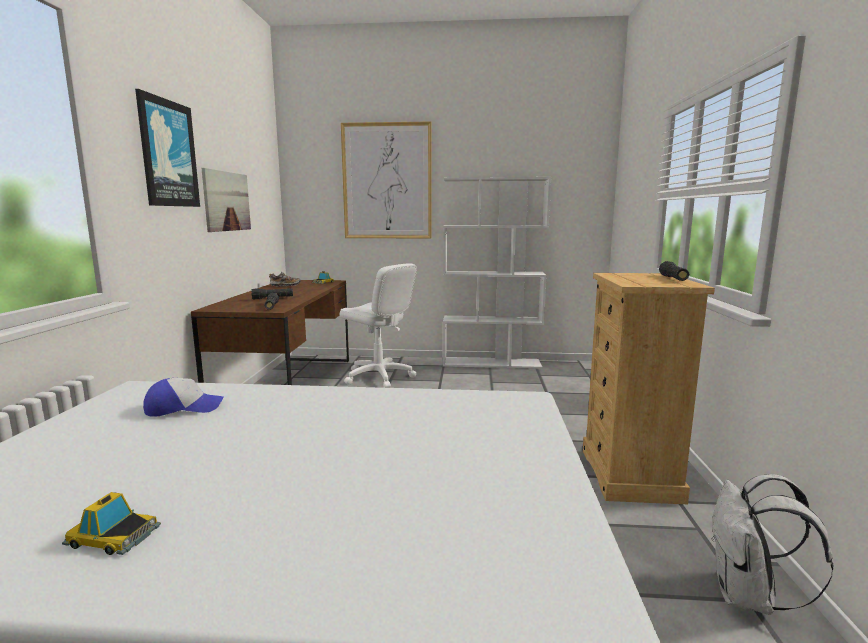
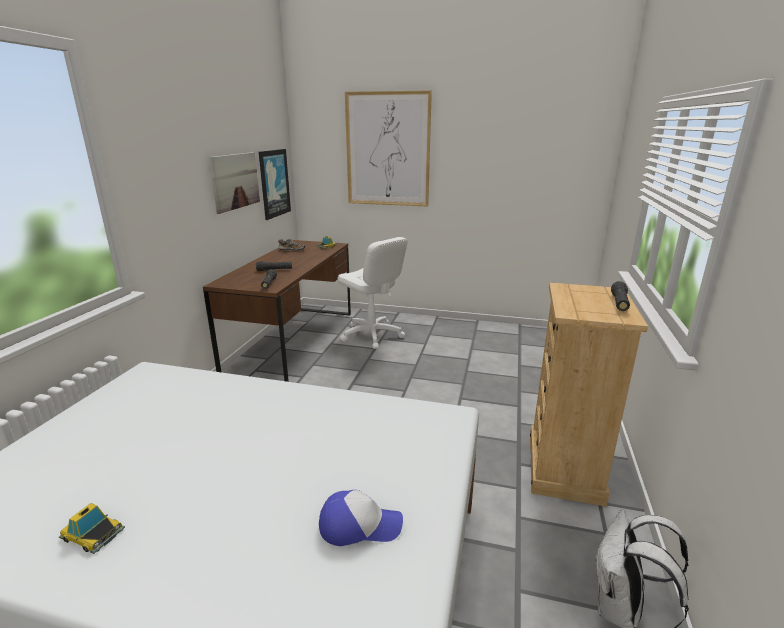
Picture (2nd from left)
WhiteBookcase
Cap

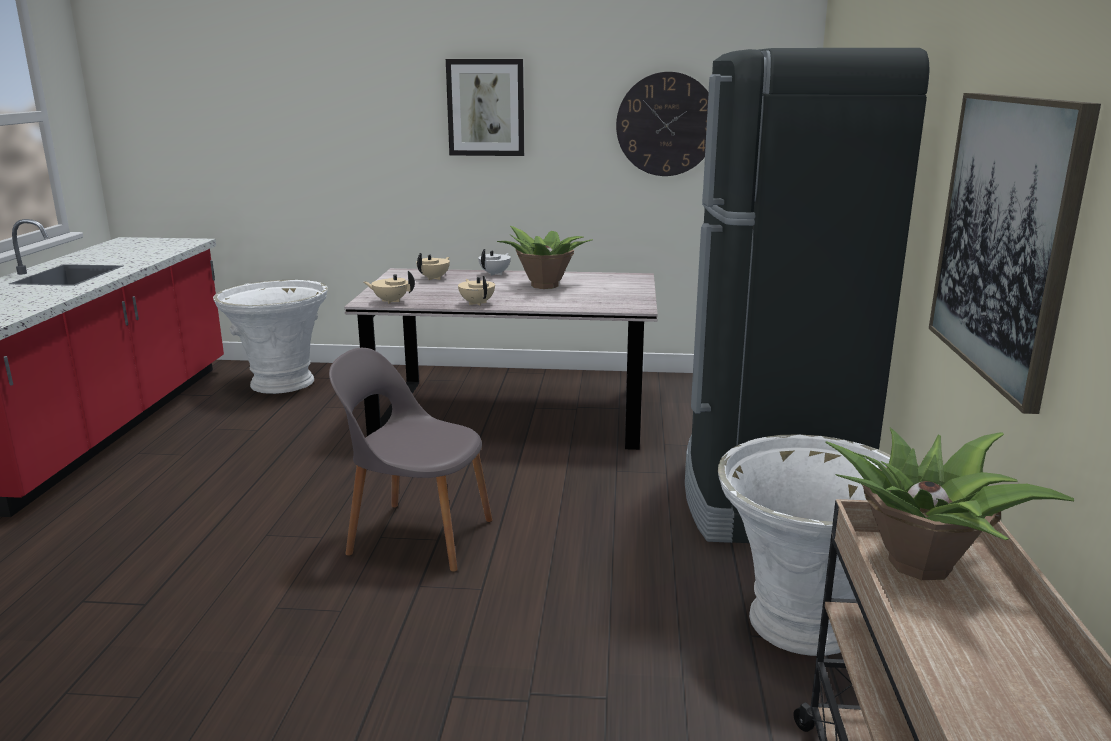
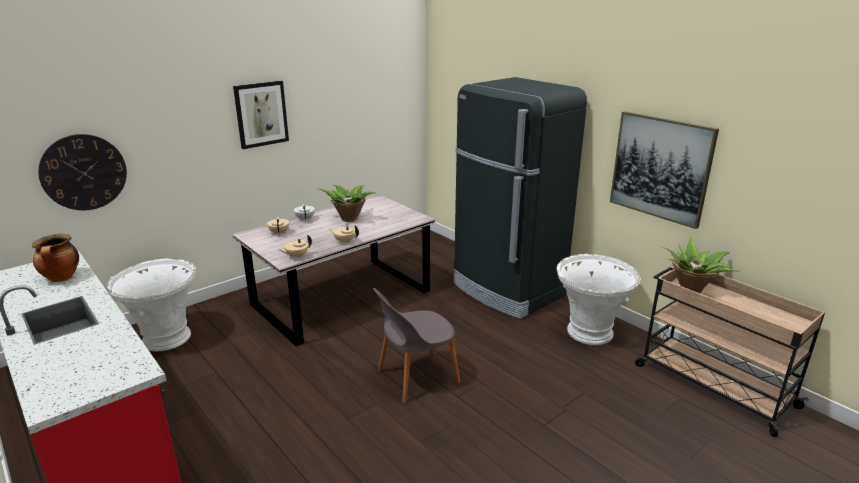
WallClock
CookingPot

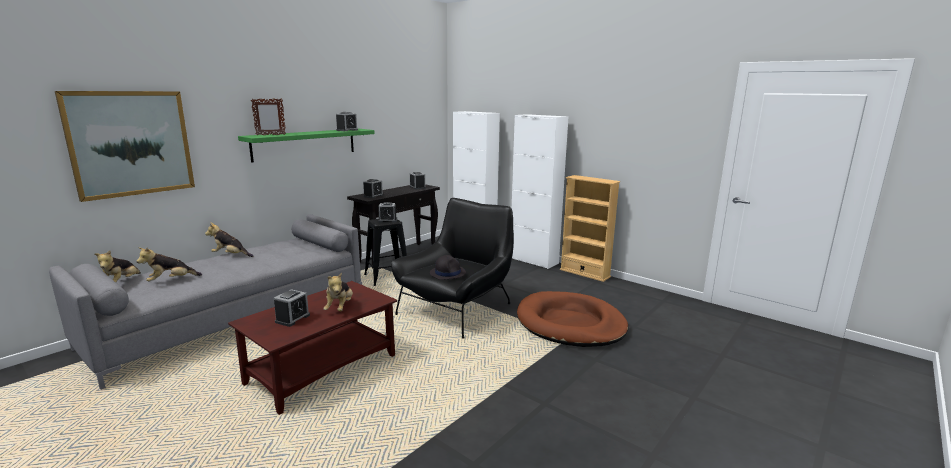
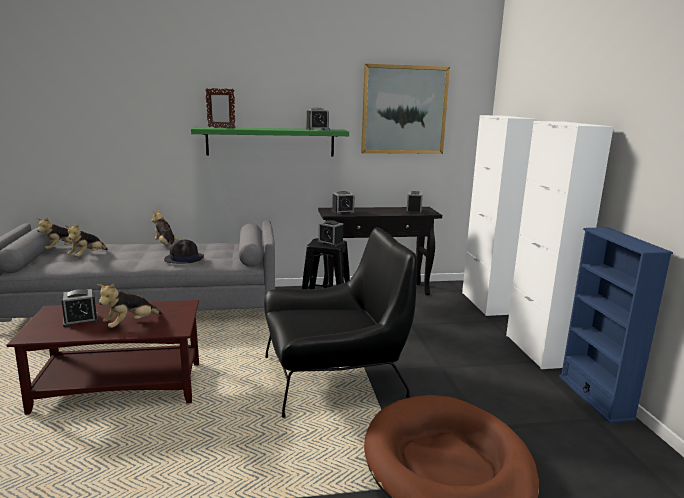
Picture
BlueBookcase
PlushToy (2nd from left)
BlackHat

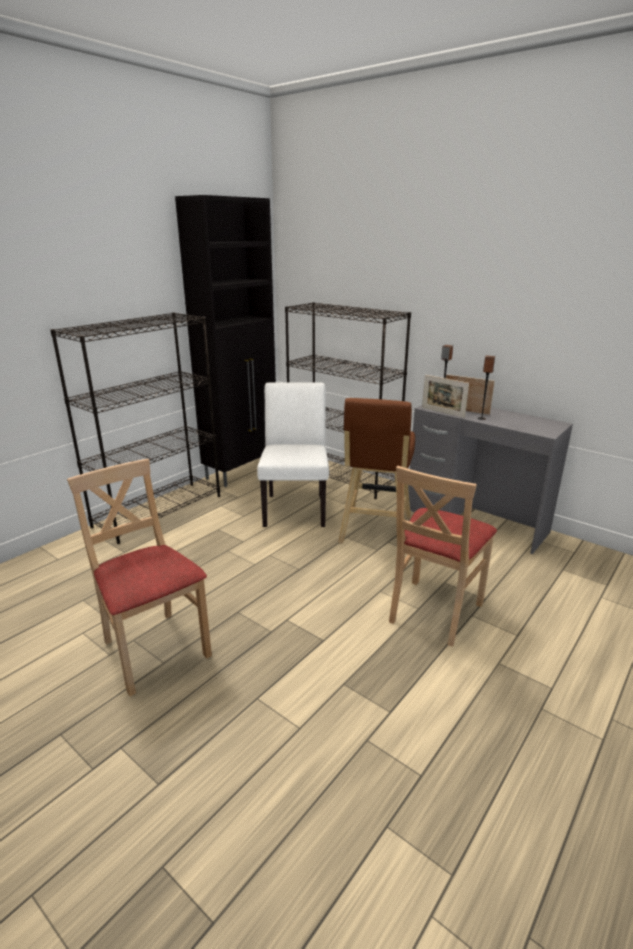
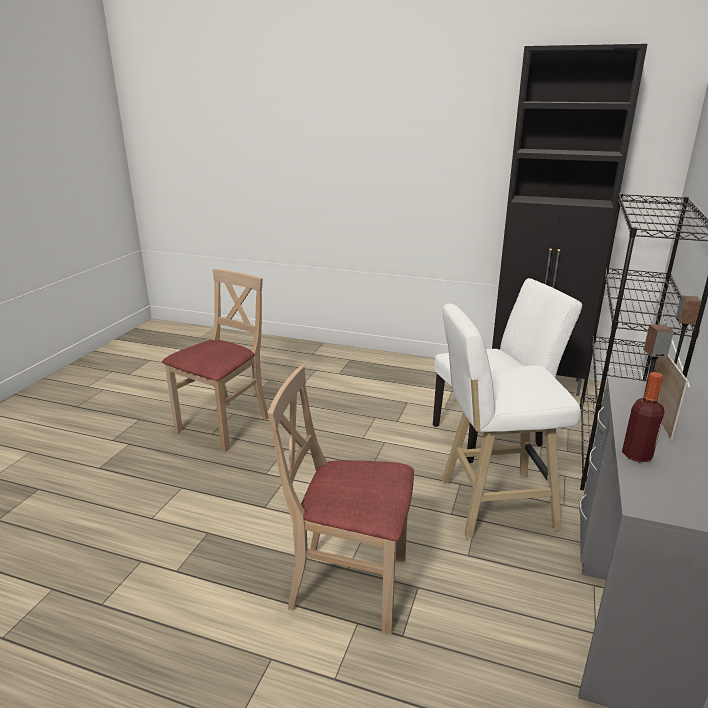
BlackBookcase (1st from left in the first image)
PictureFrame (1st from left in the first image)
WhiteStool
Bottle

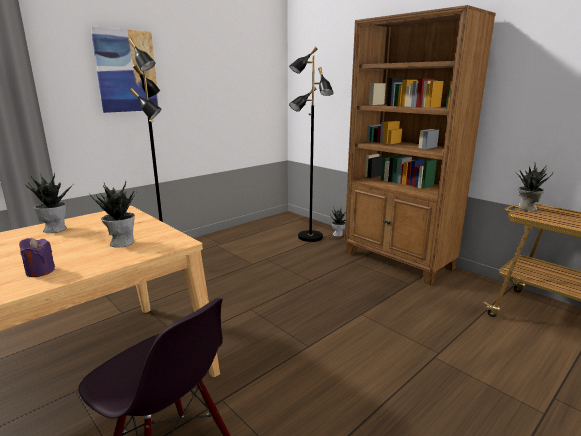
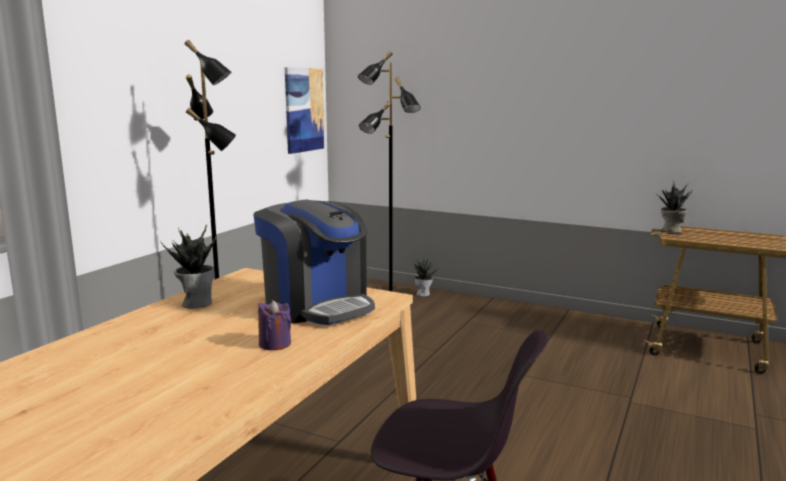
BrownBookcase
Picture
CoffeeMachine

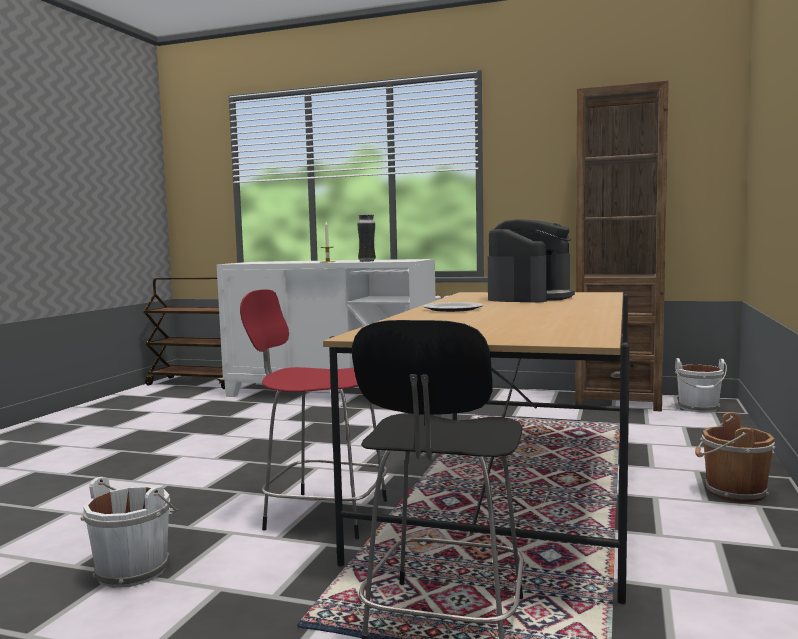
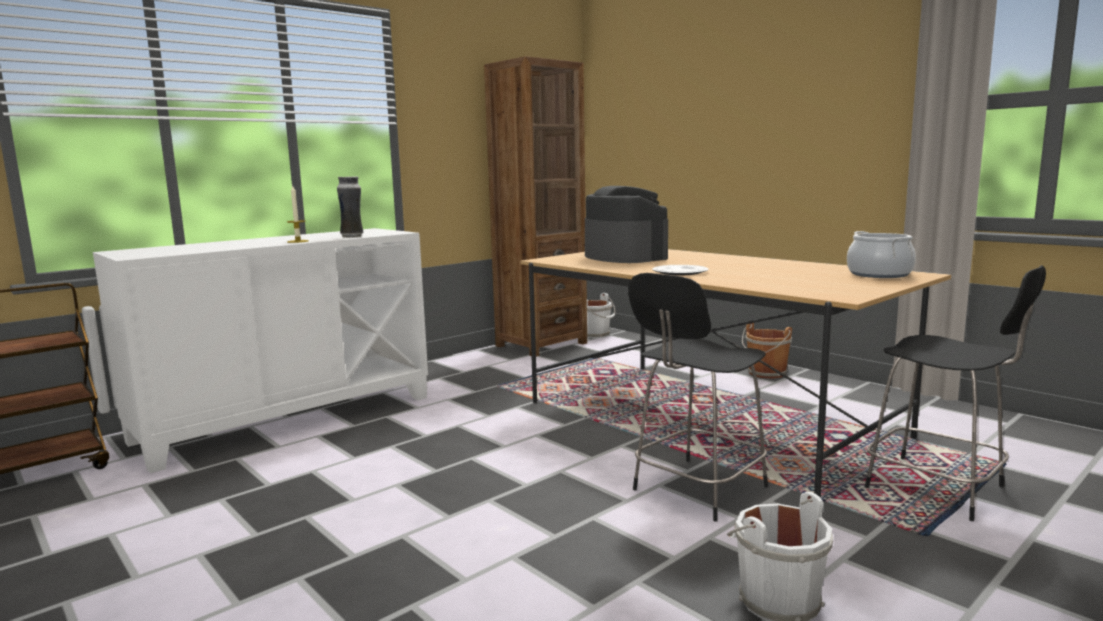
BlackStool (1st from left)
CookingPot

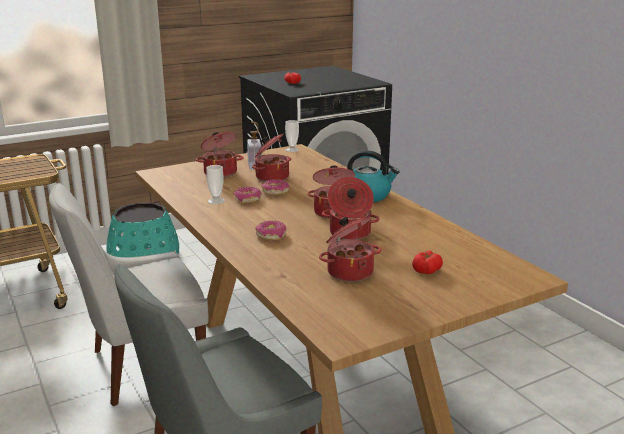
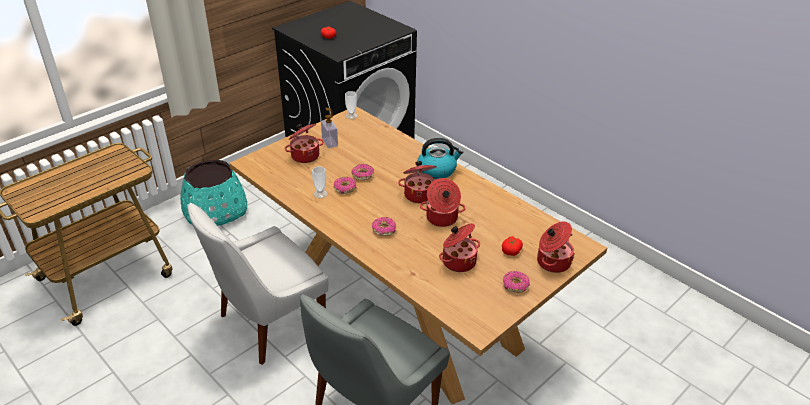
CookingPot (5th from left)
Donut (4th from left)

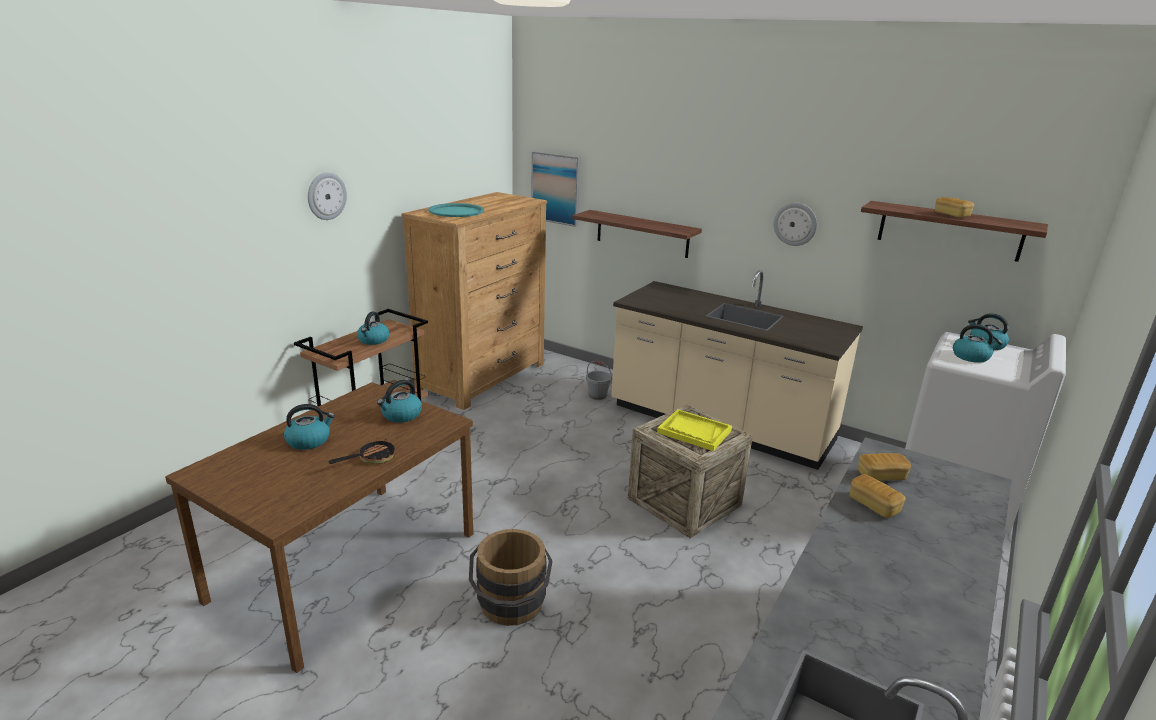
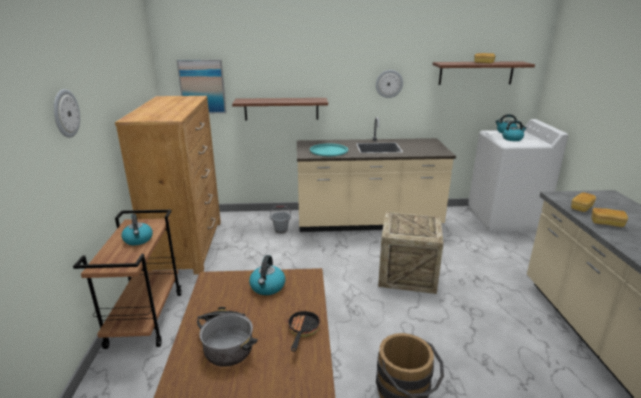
TurquoiseTray
CookingPot
YellowTray

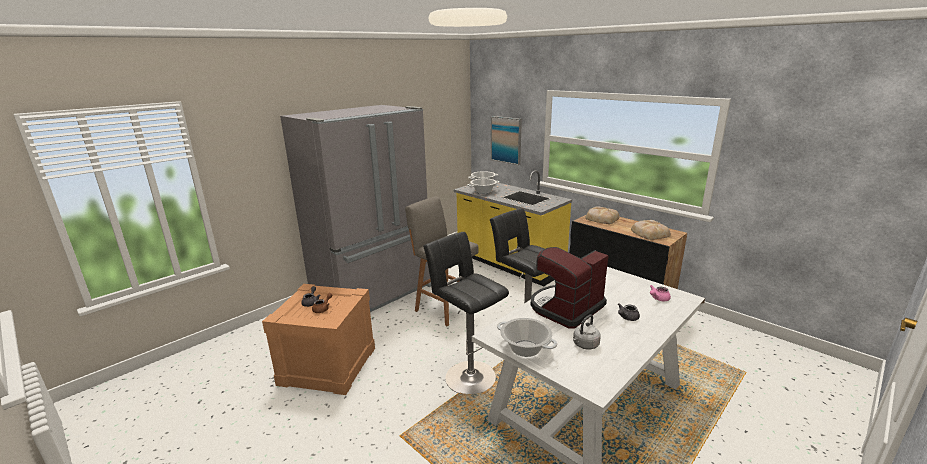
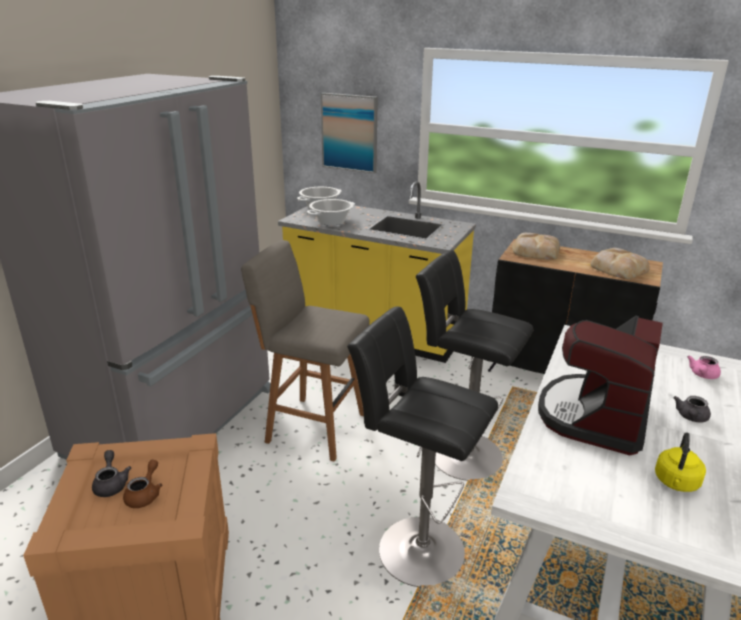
YellowKettle
CookingPot (3rd from left in the first image)

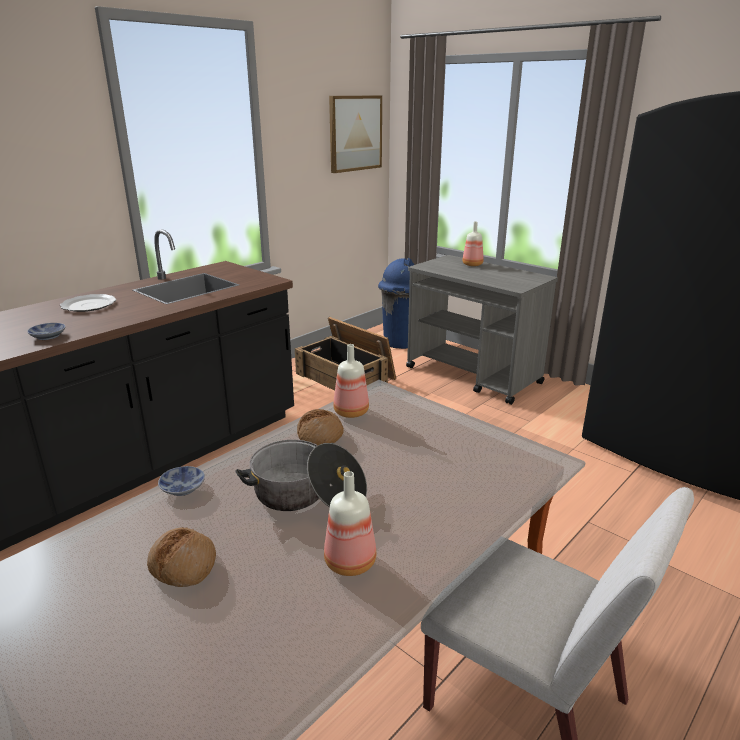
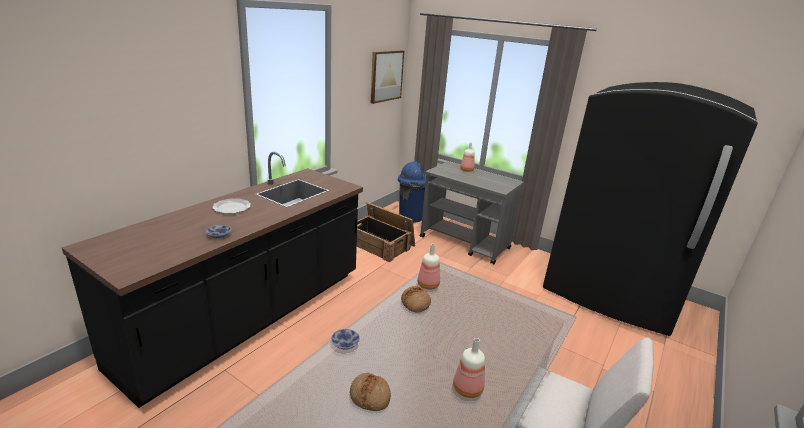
CookingPot

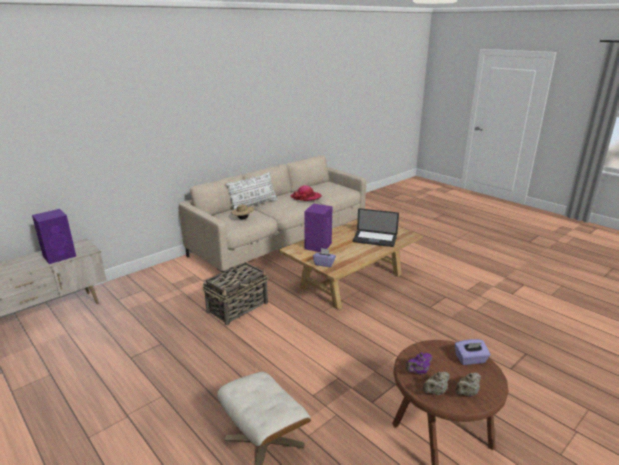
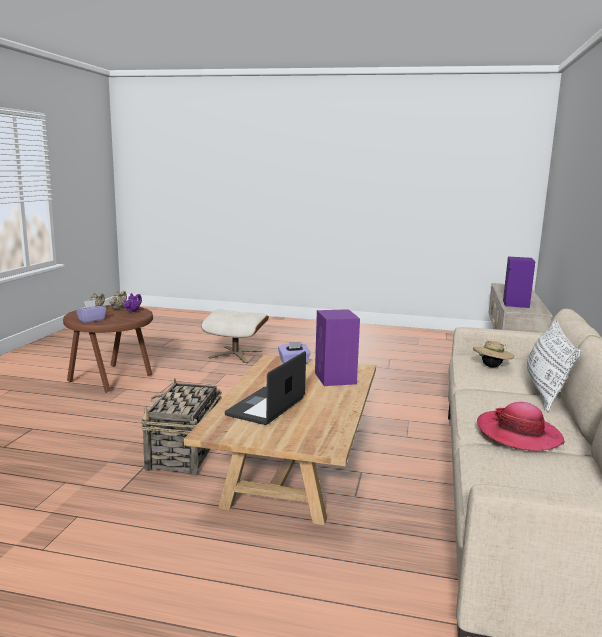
Laptop
Basket

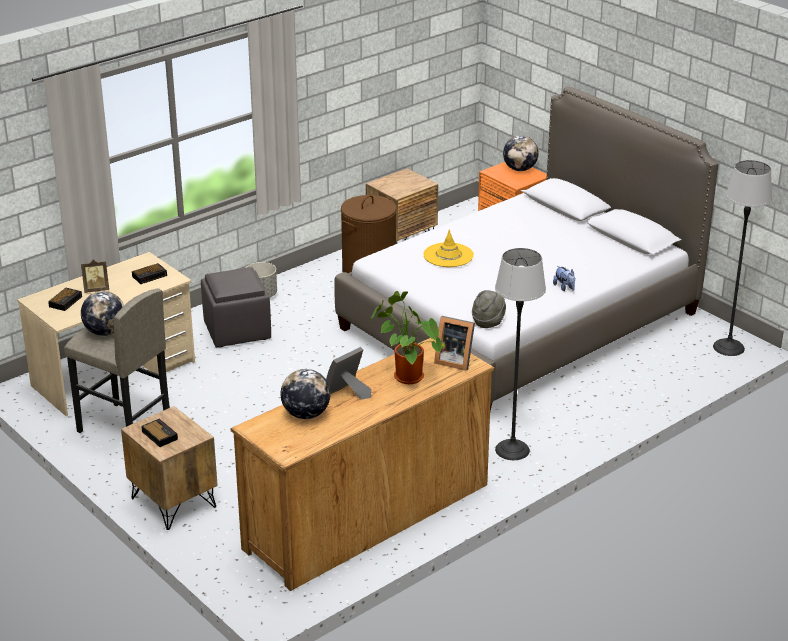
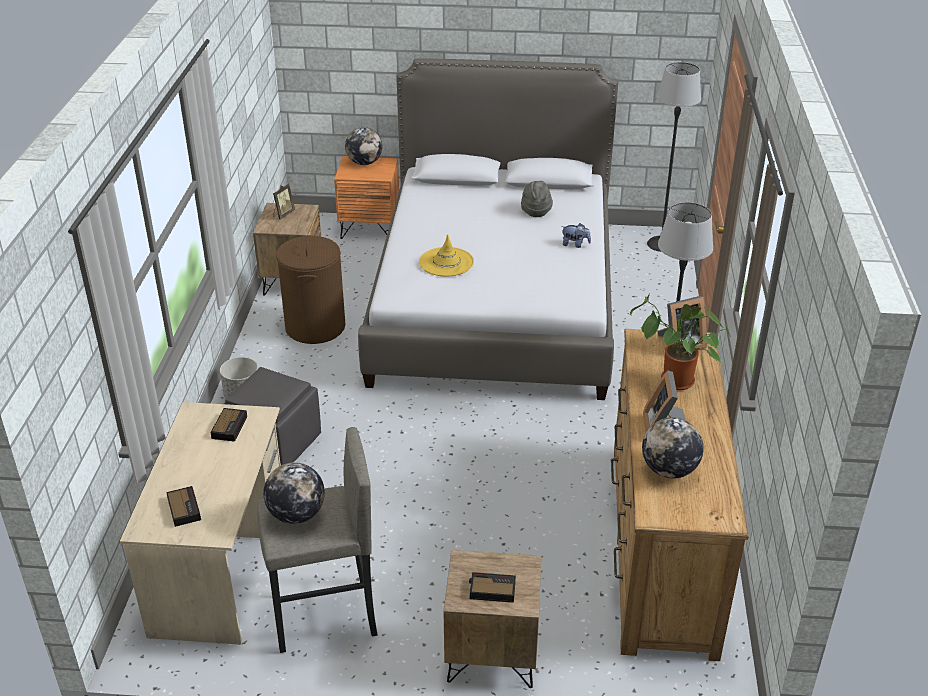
PictureFrame (1st from left)
GreyHat

